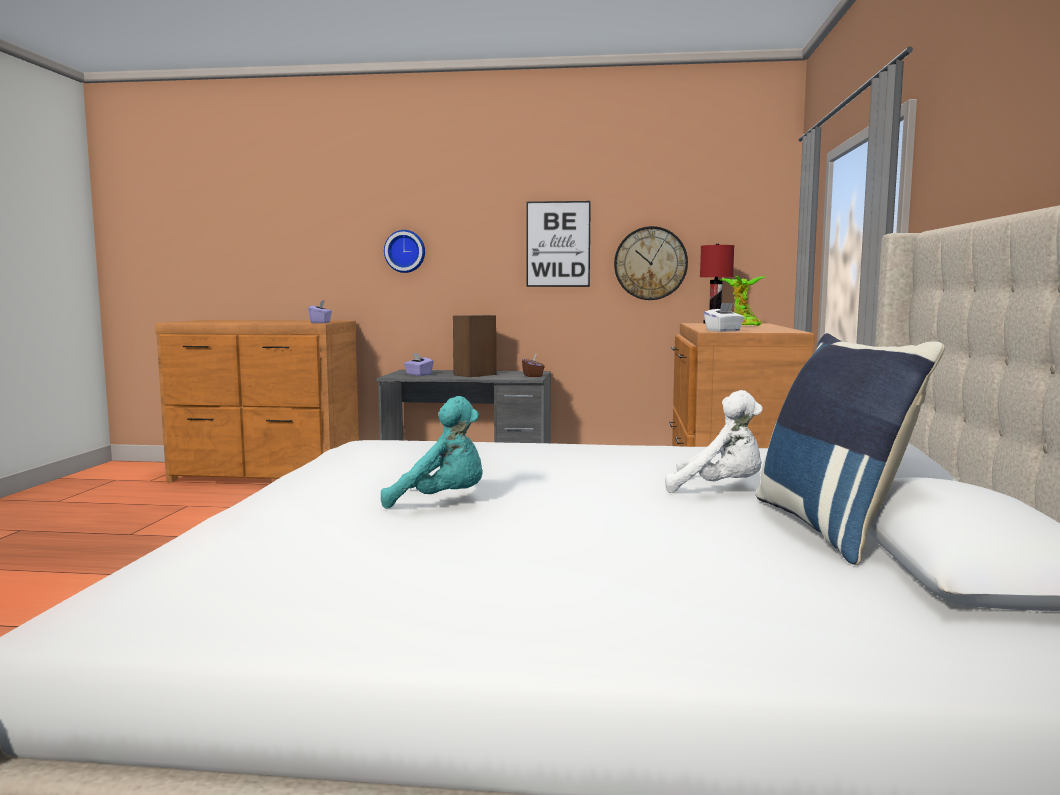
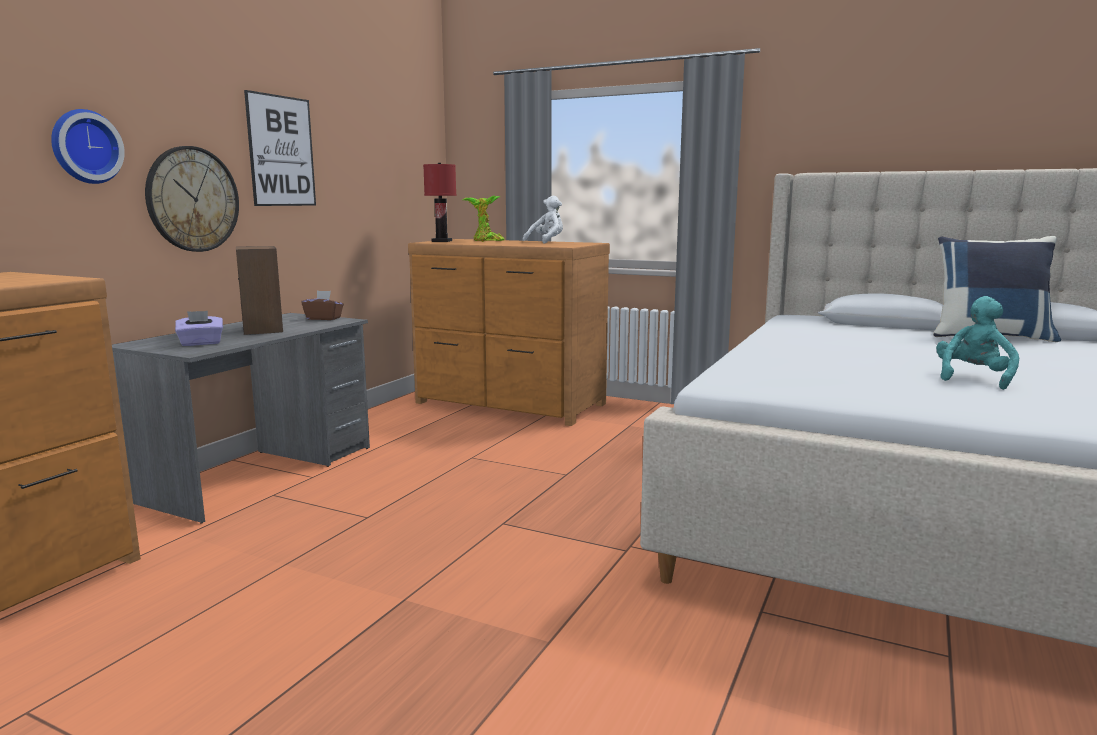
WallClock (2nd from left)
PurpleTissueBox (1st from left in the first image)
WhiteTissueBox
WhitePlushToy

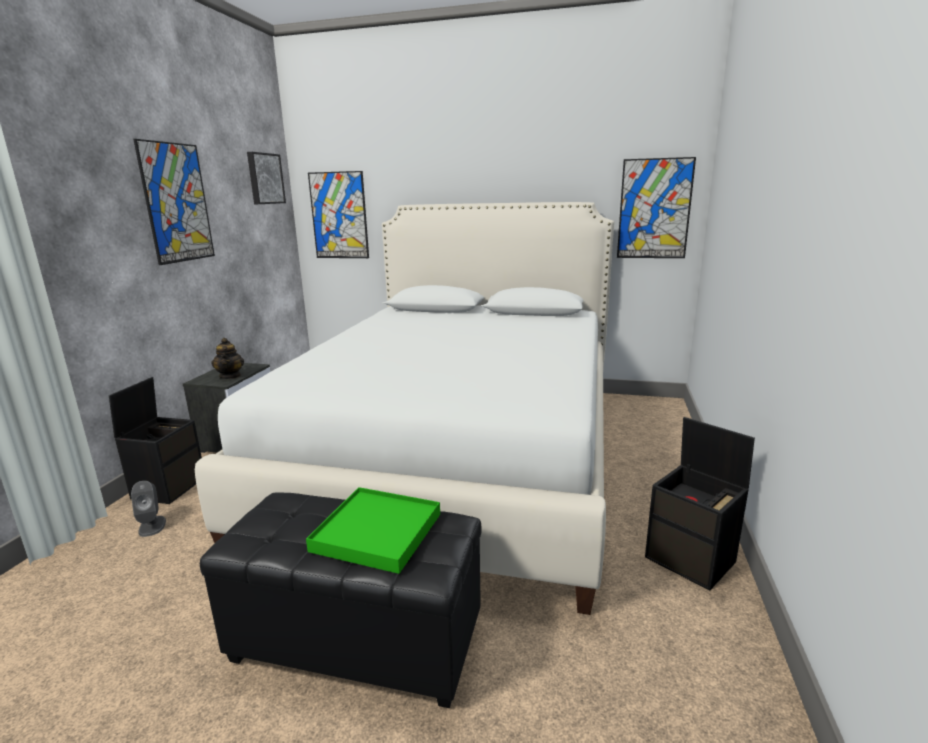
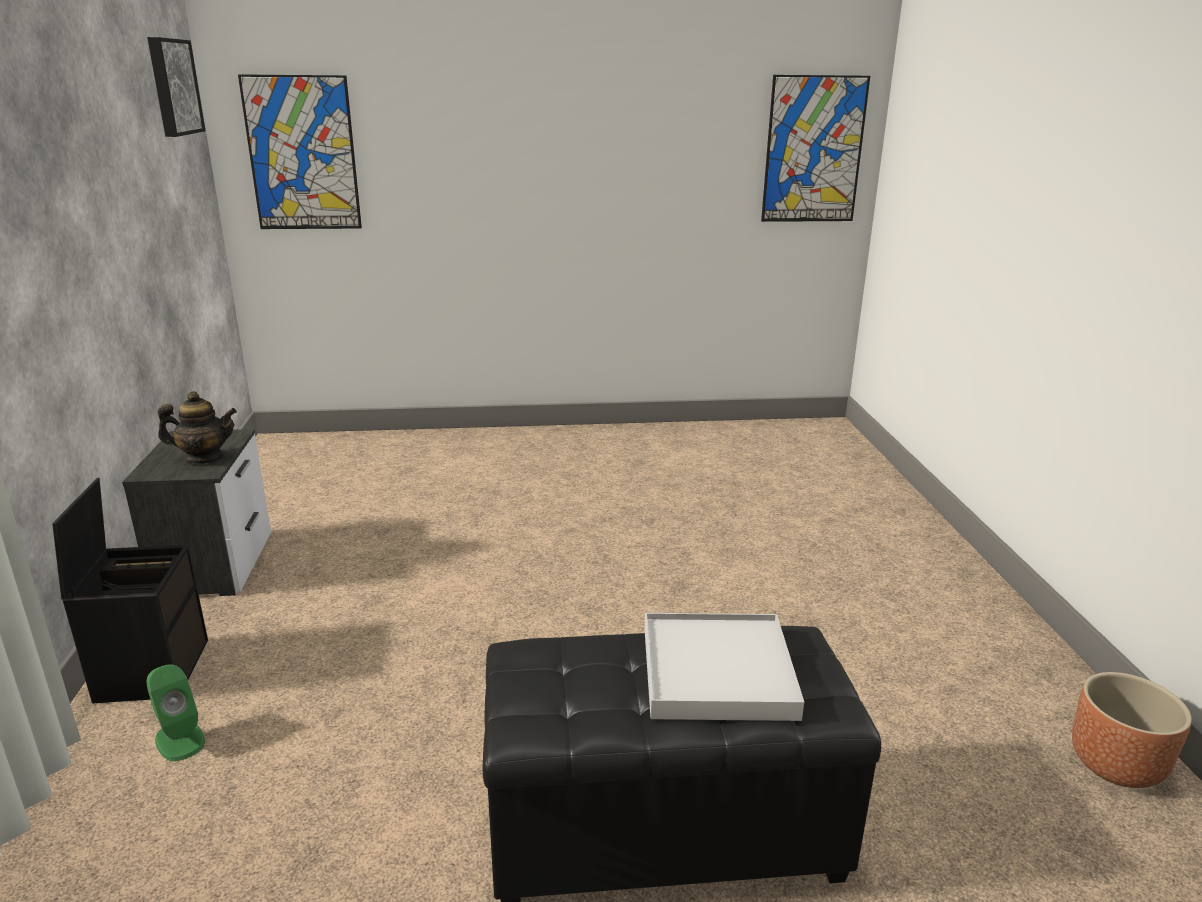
Picture (1st from left in the first image)
WhiteBed
Teapot
BlackStorageBox (2nd from left in the first image)
GreenSpeaker
WhiteTray
BrownPlanter

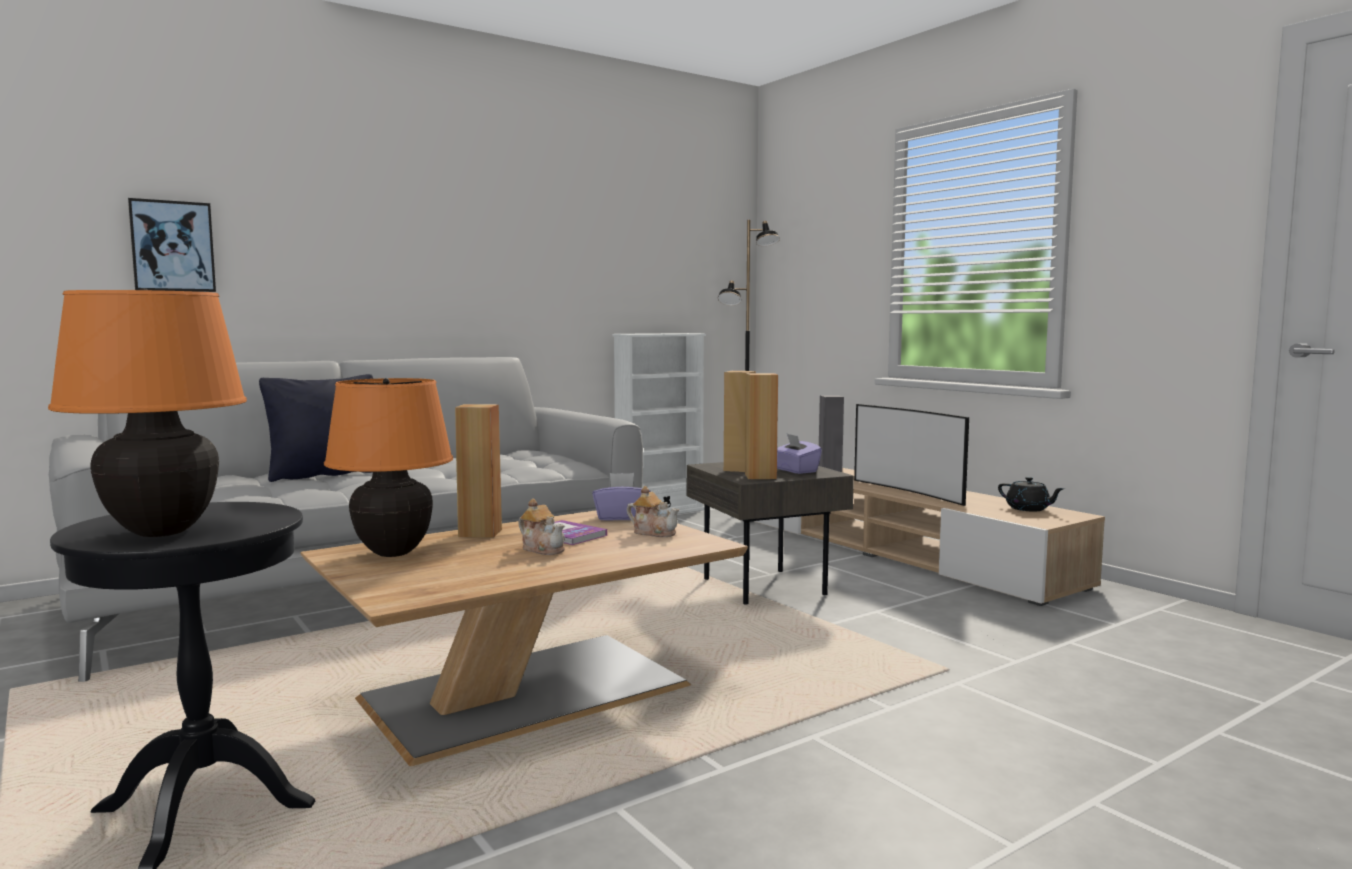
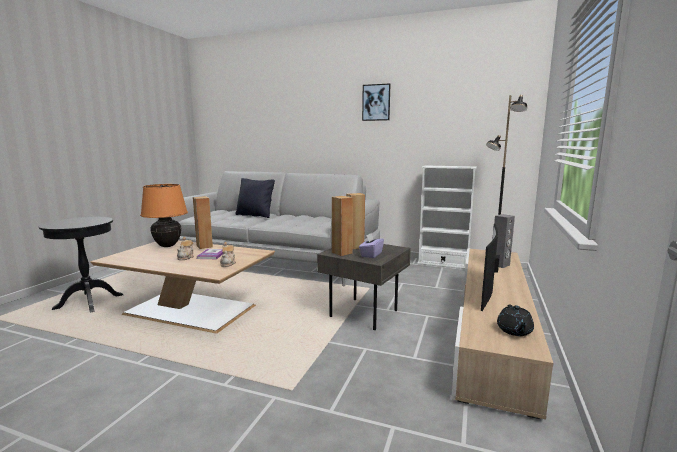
Picture
OrangeTableLamp (1st from left in the first image)
PurpleTissueBox (1st from left in the first image)

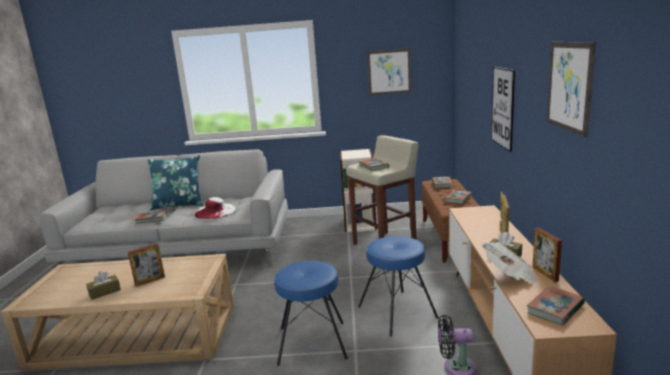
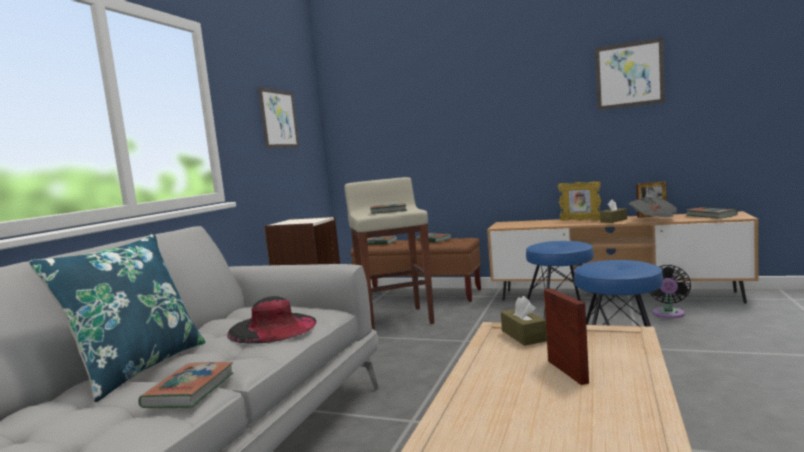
Picture (2nd from left in the first image)
BlackHat
BrownTissueBox (1st from left)

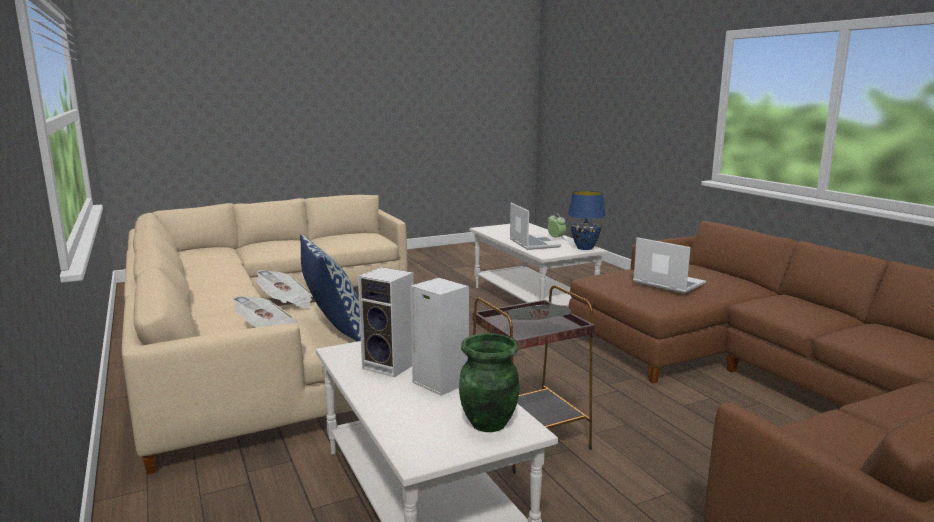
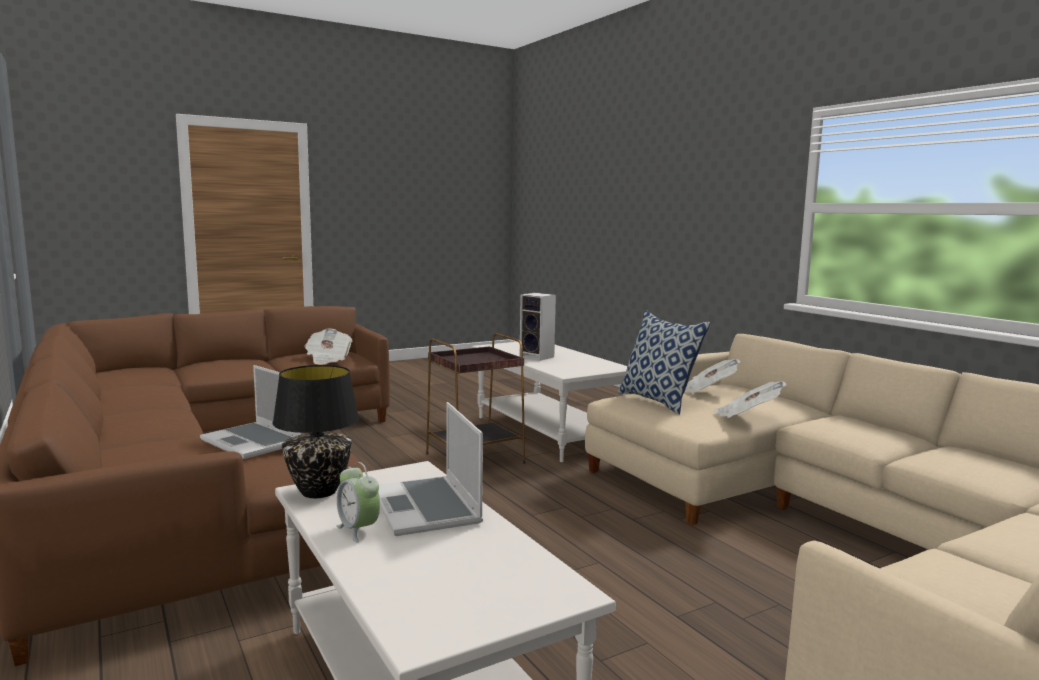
BlackTableLamp
Speaker (1st from left in the first image)
Newspaper (1st from left)
GreenVase

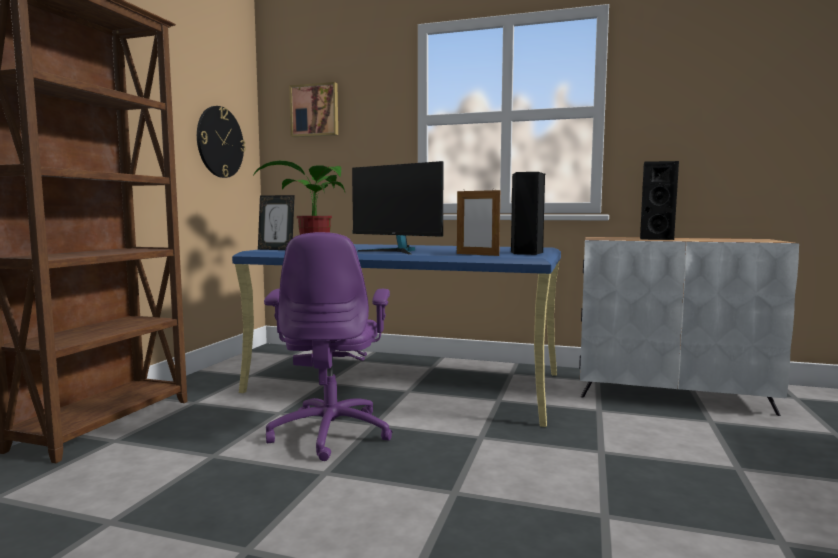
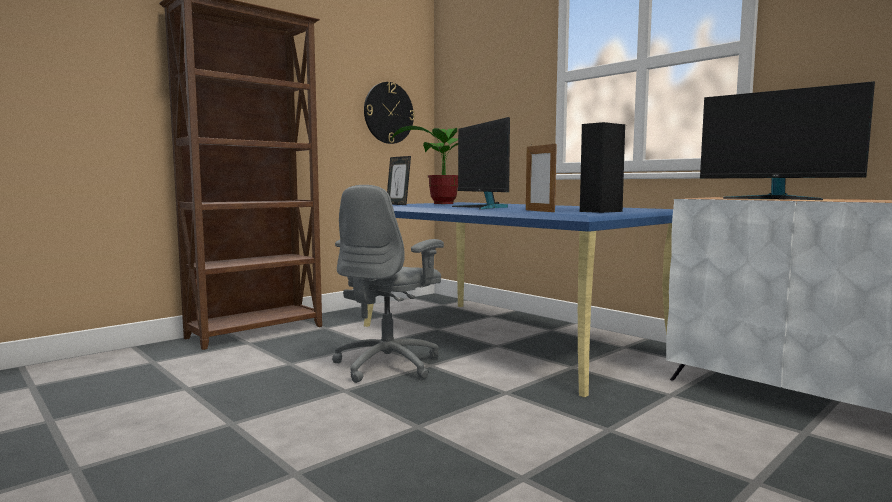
Picture
Monitor (2nd from left)
GreyOfficeChair

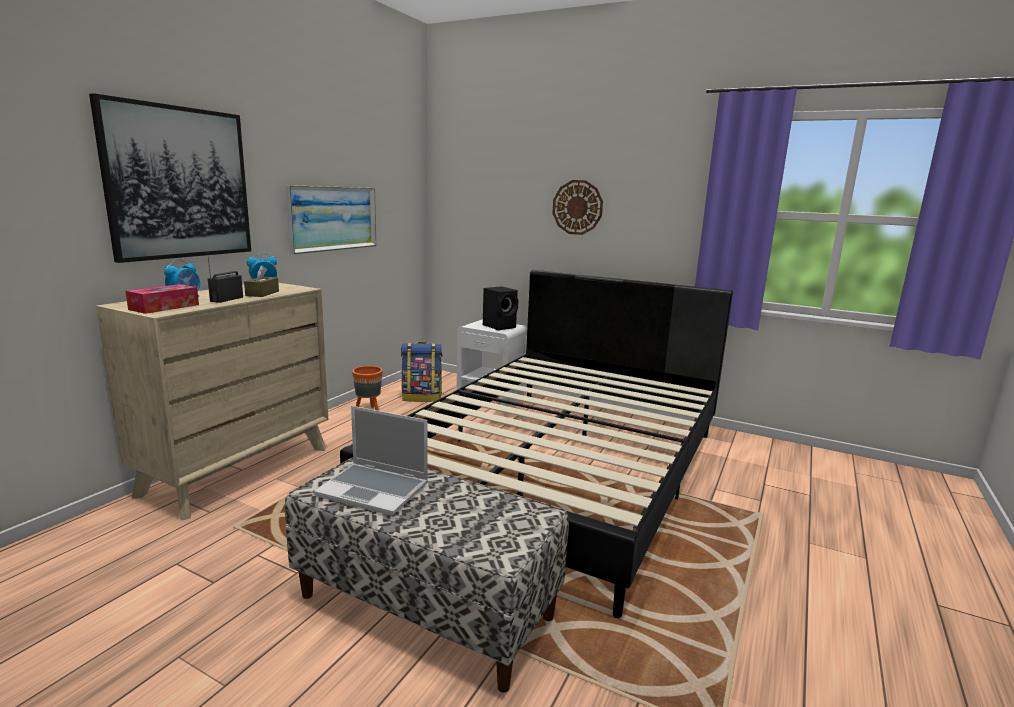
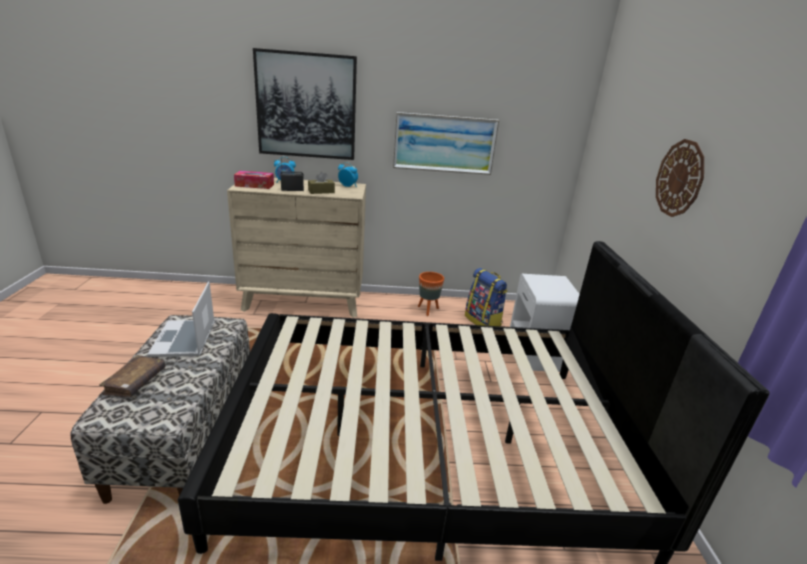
BlackSpeaker
BrownBook

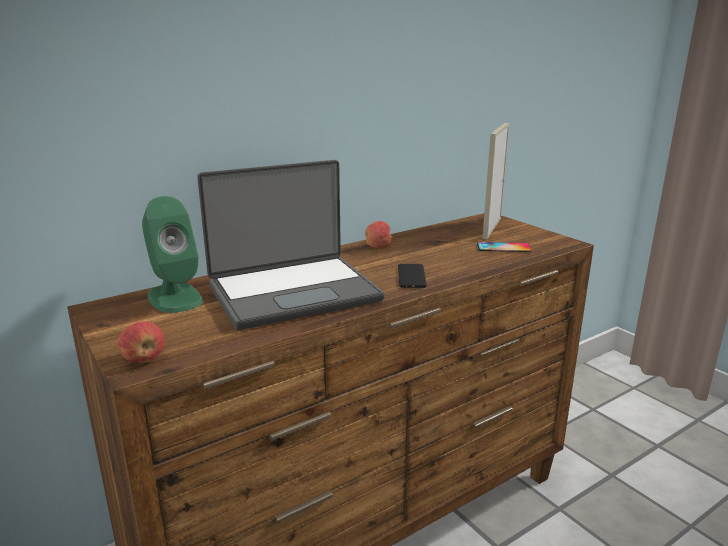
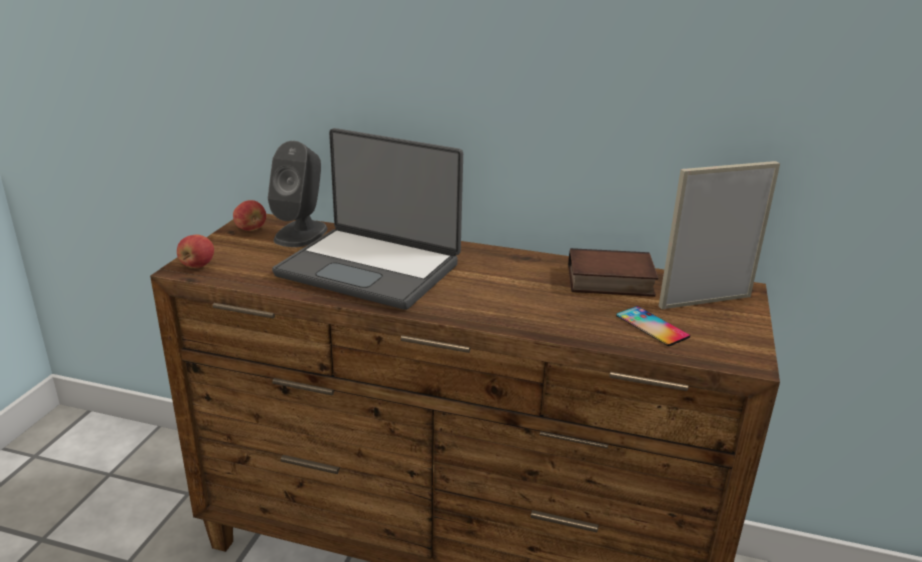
GreySpeaker
Apple (2nd from left)
Phone (1st from left in the first image)
Book

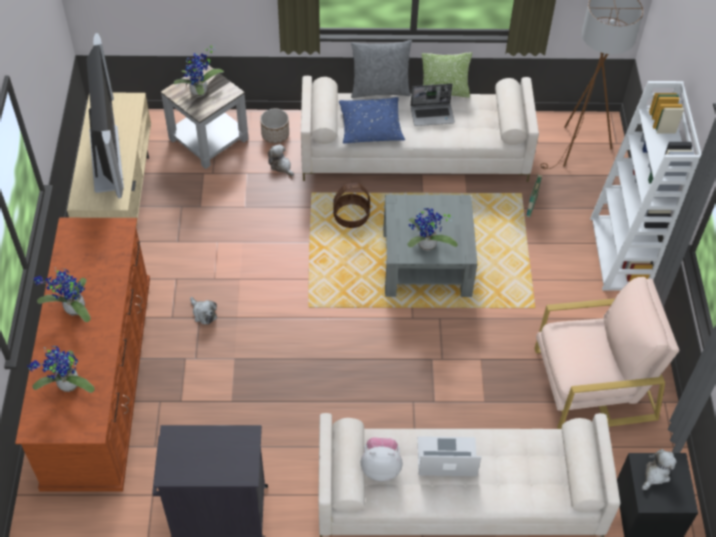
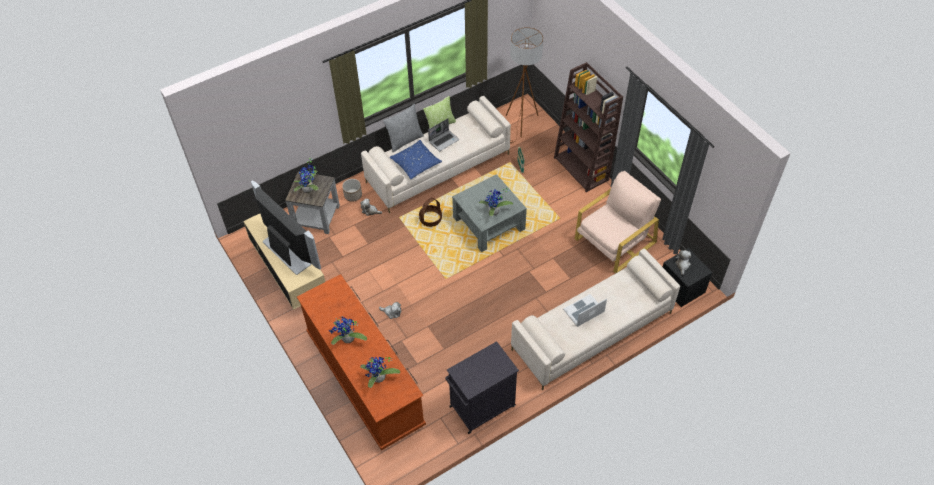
BrownBookcase
PlushToy (3rd from left in the first image)

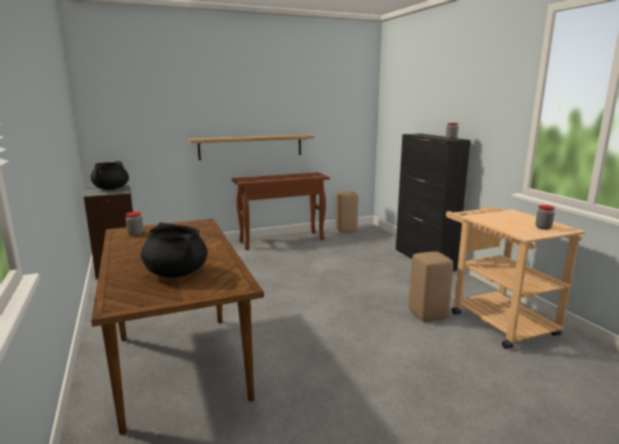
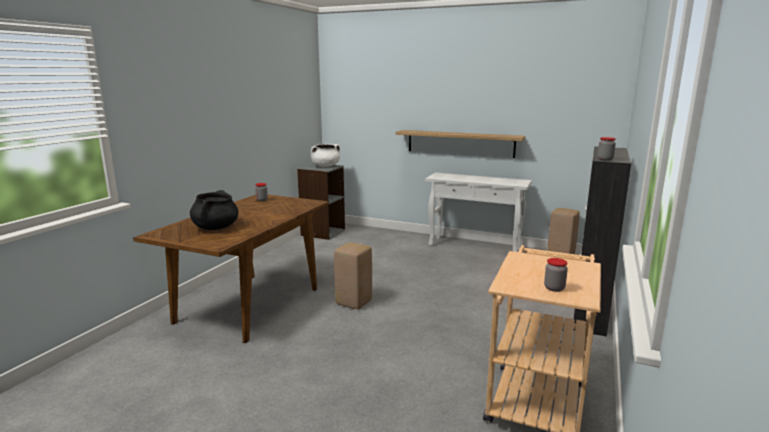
WhiteCookingPot
WhiteConsoleTable
BeigeStool (1st from left)

